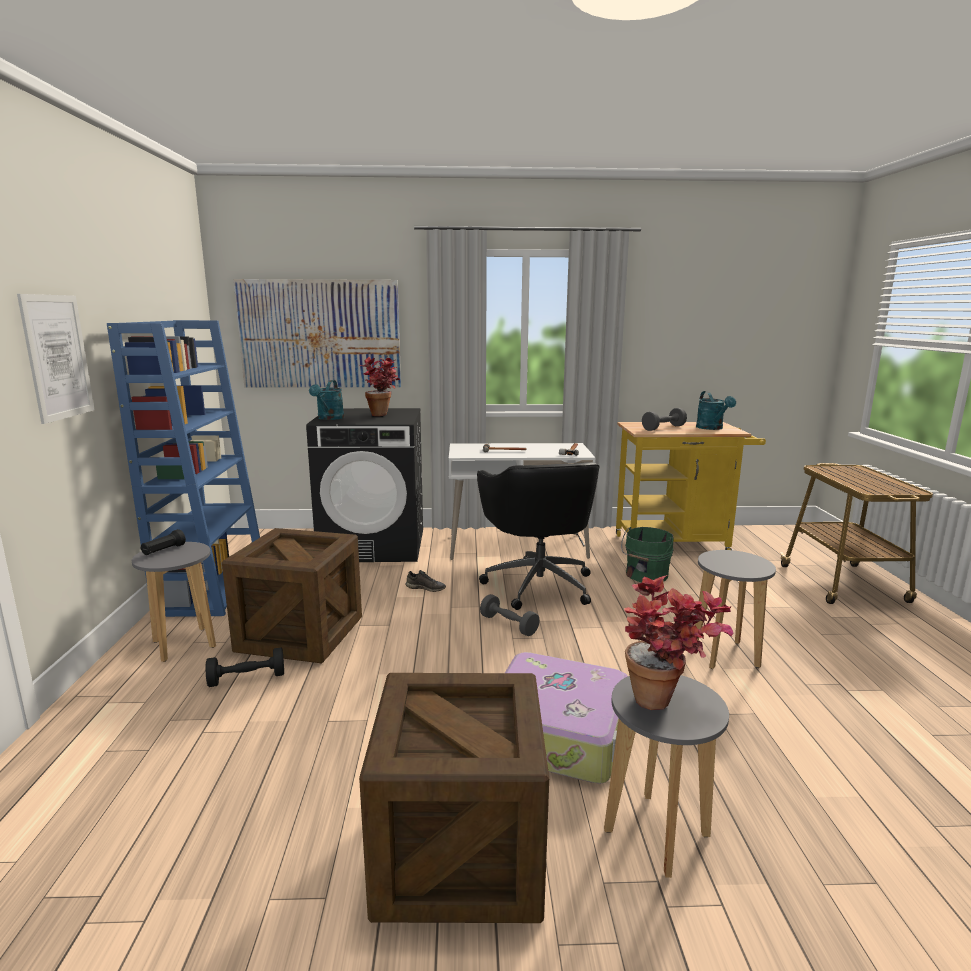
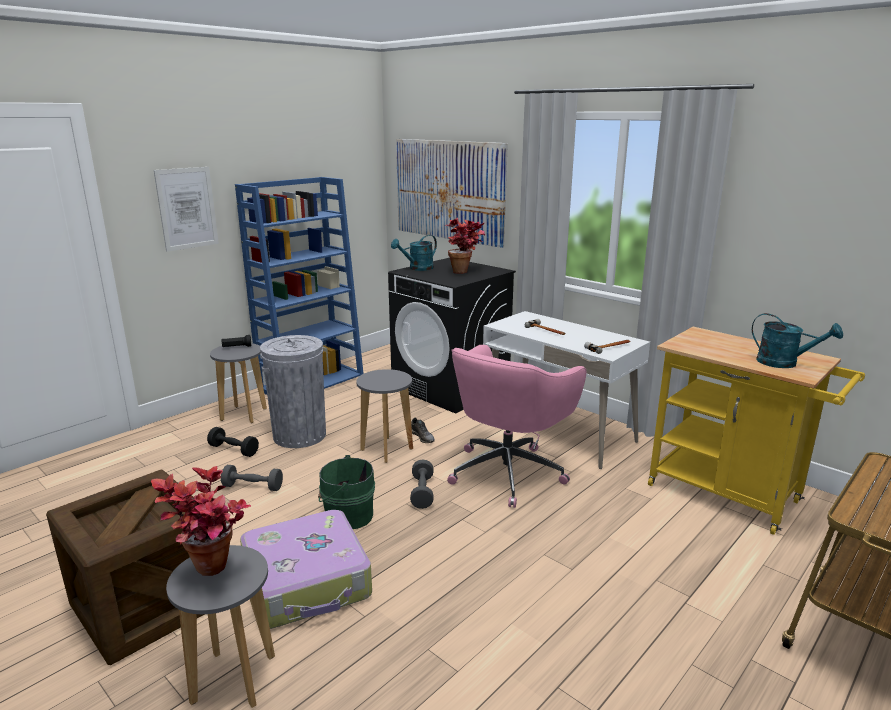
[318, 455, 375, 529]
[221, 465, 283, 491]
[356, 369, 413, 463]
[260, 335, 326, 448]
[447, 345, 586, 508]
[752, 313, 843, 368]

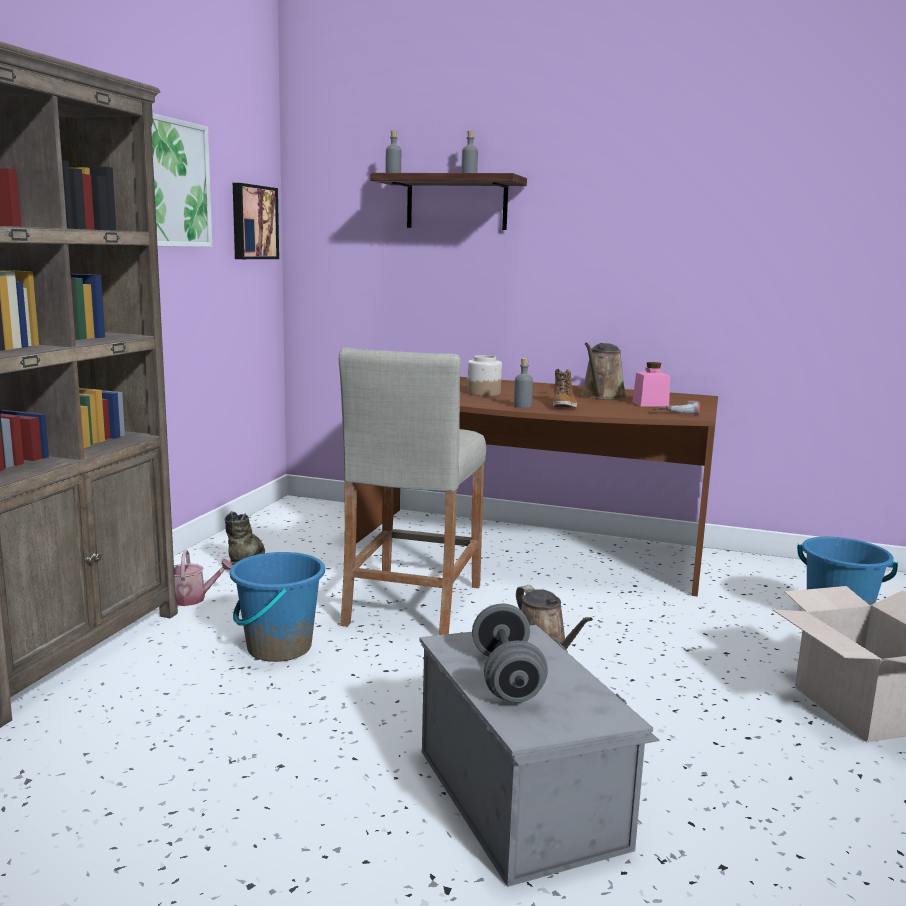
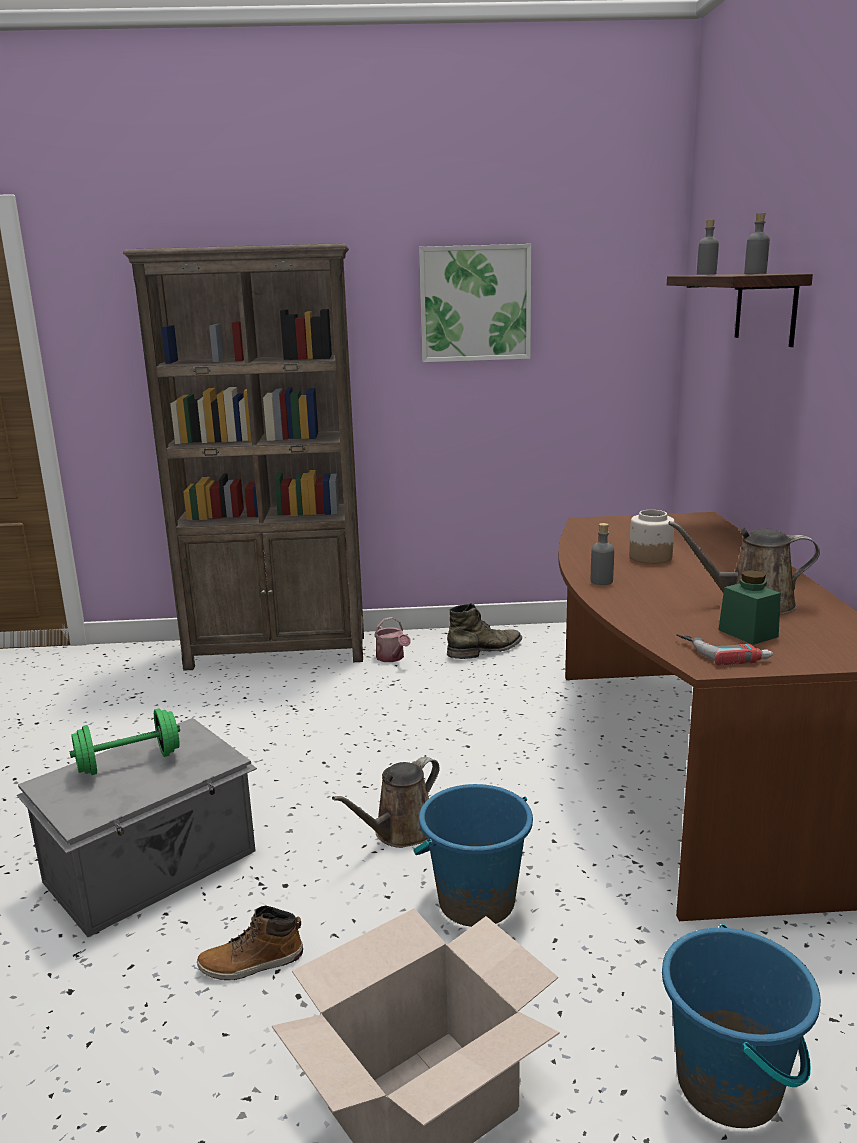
[233, 183, 279, 259] (first image)
[339, 347, 486, 635] (first image)
[413, 784, 533, 927]
[197, 906, 303, 980]
[70, 709, 180, 775]
[718, 570, 781, 645]

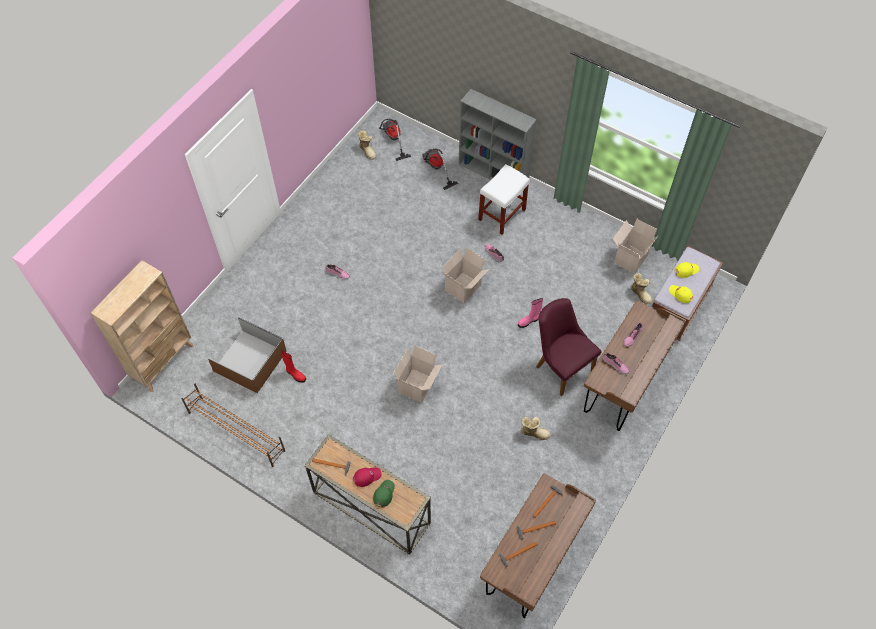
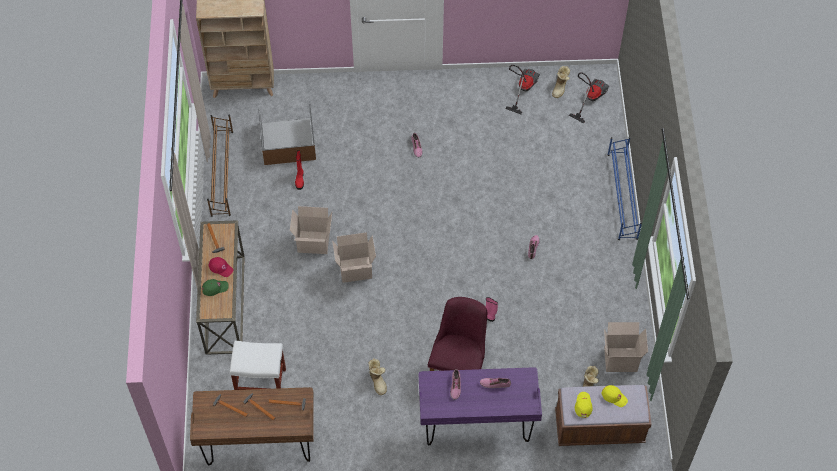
[505, 65, 540, 114]
[290, 206, 332, 254]
[230, 341, 286, 390]
[608, 137, 642, 240]
[419, 367, 542, 445]

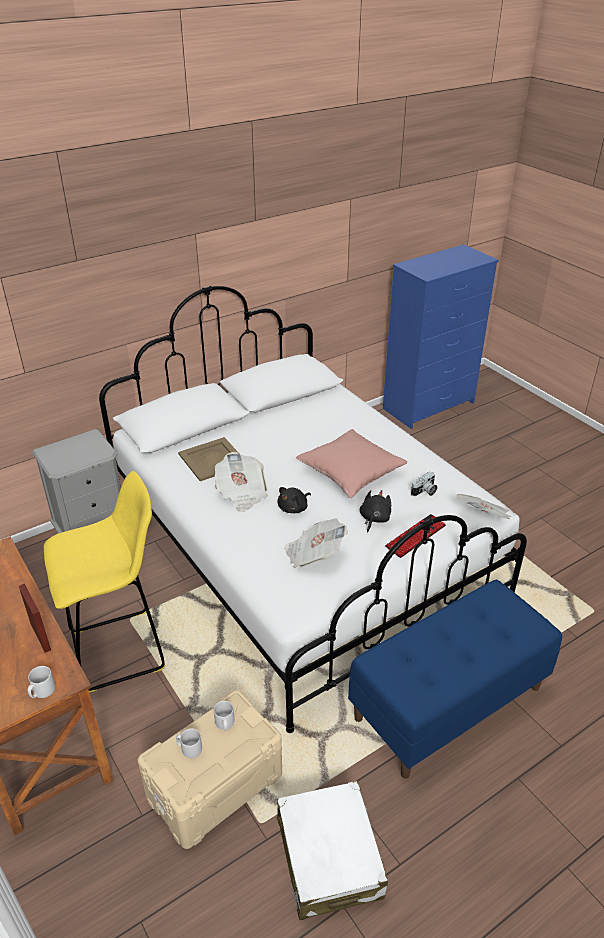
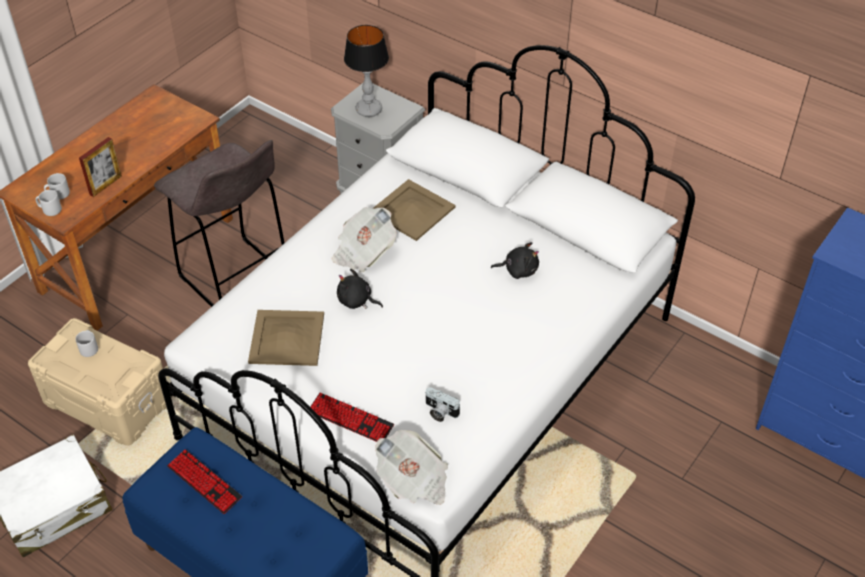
[296, 429, 407, 498] (first image)
[167, 449, 242, 514]
[344, 25, 389, 117]
[44, 173, 70, 199]
[491, 242, 539, 279]
[248, 310, 324, 366]
[154, 140, 284, 307]

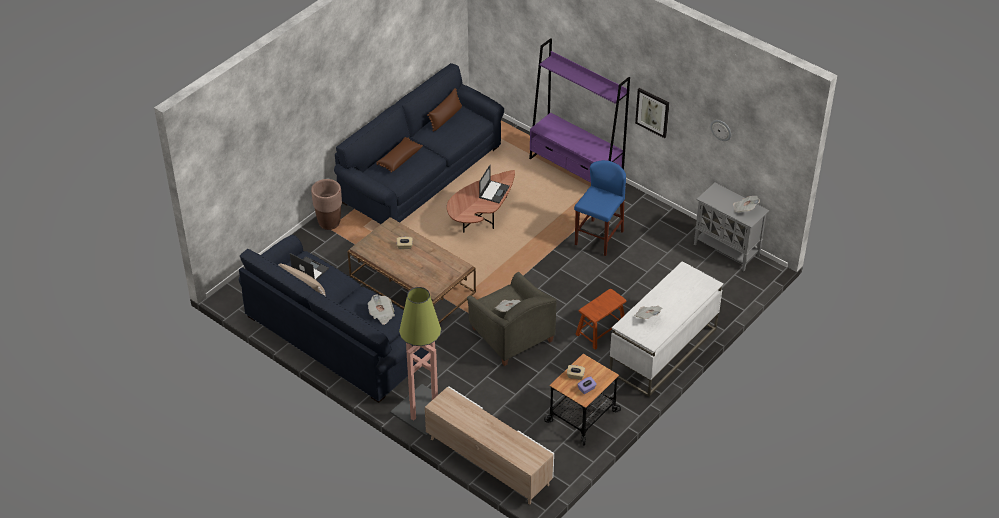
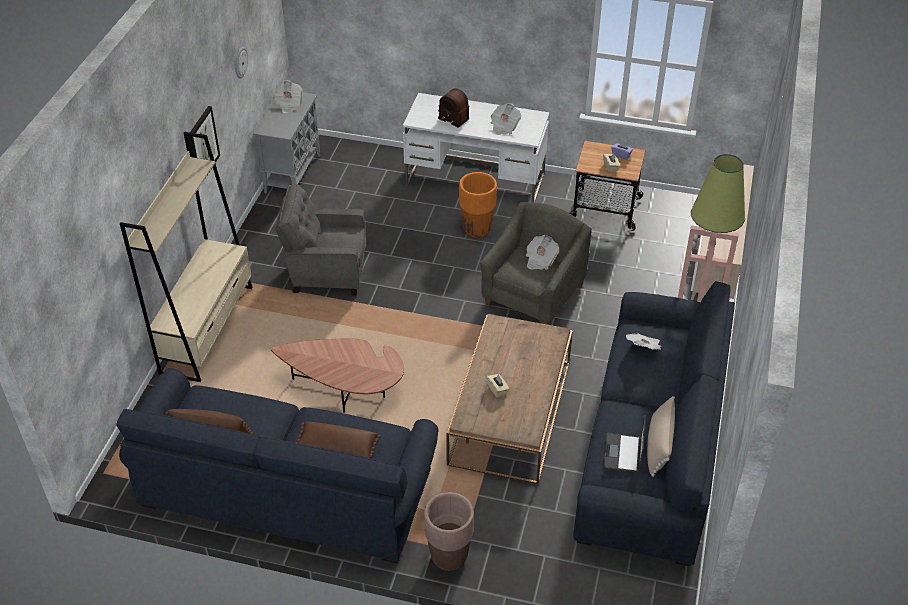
[479, 165, 510, 203] (first image)
[438, 88, 470, 128]
[275, 184, 366, 296]
[459, 172, 497, 238]
[120, 132, 253, 382]

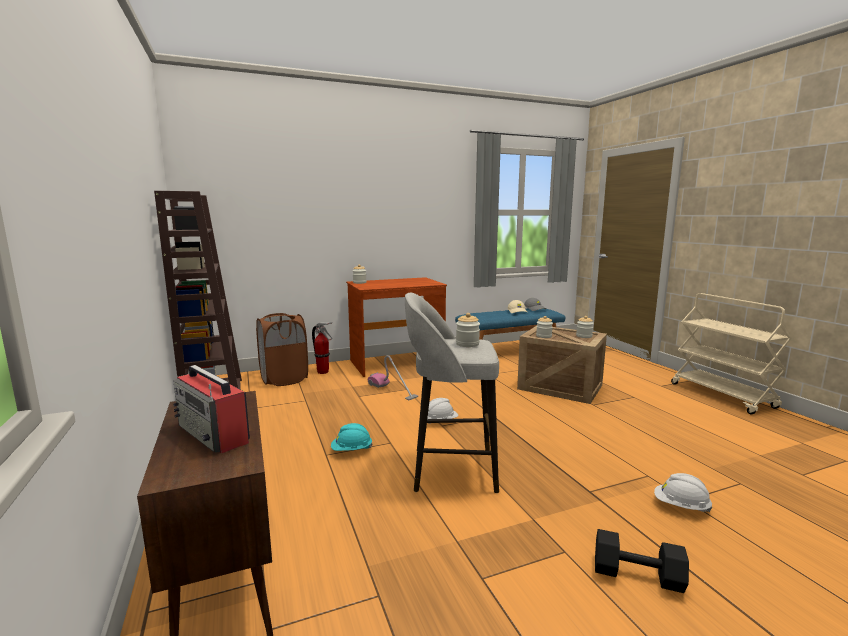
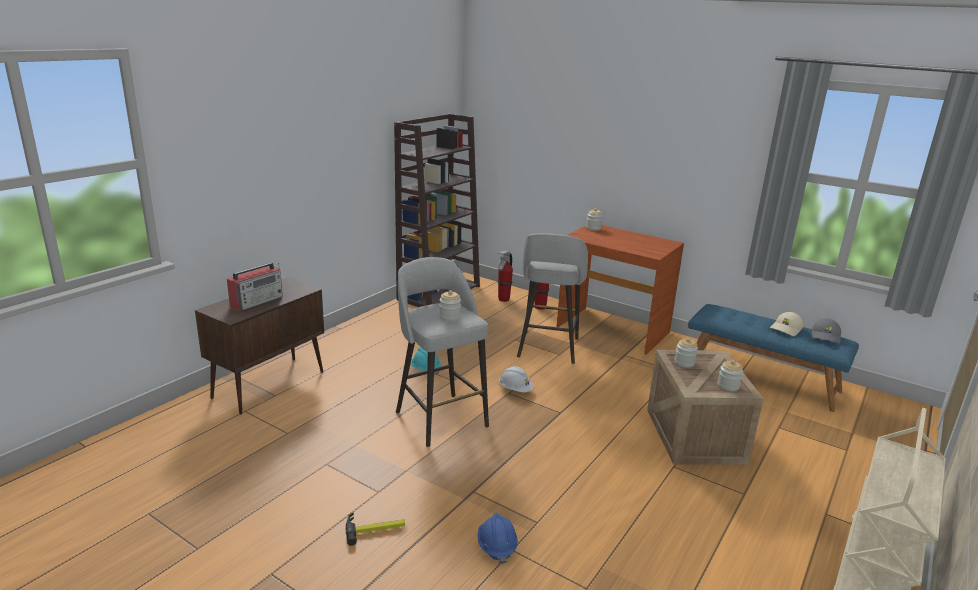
[497, 251, 513, 302]
[517, 233, 588, 364]
[345, 512, 405, 546]
[478, 513, 518, 564]
[227, 262, 283, 311]

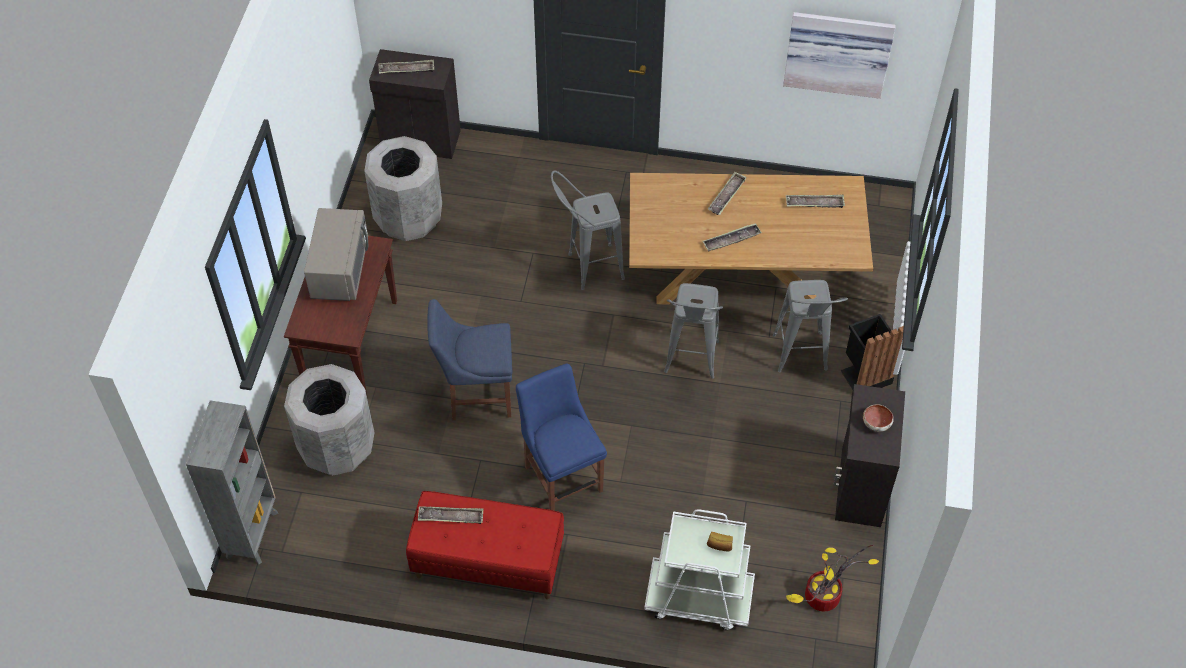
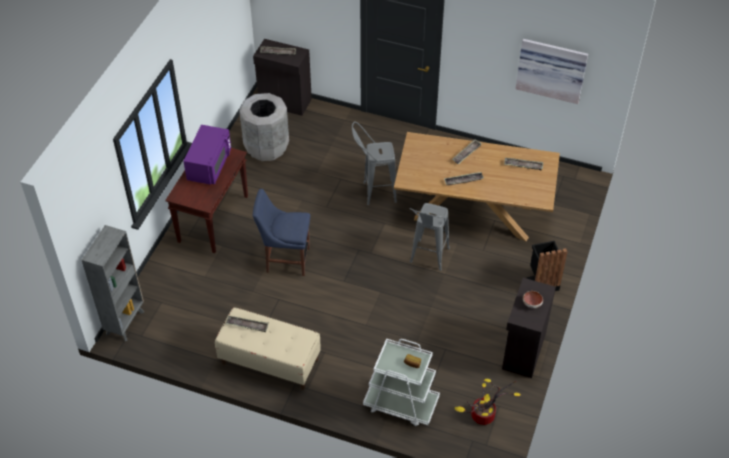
[284, 364, 375, 476] (first image)
[516, 364, 607, 511] (first image)
[773, 280, 848, 373] (first image)
[183, 125, 231, 185]
[215, 307, 321, 390]

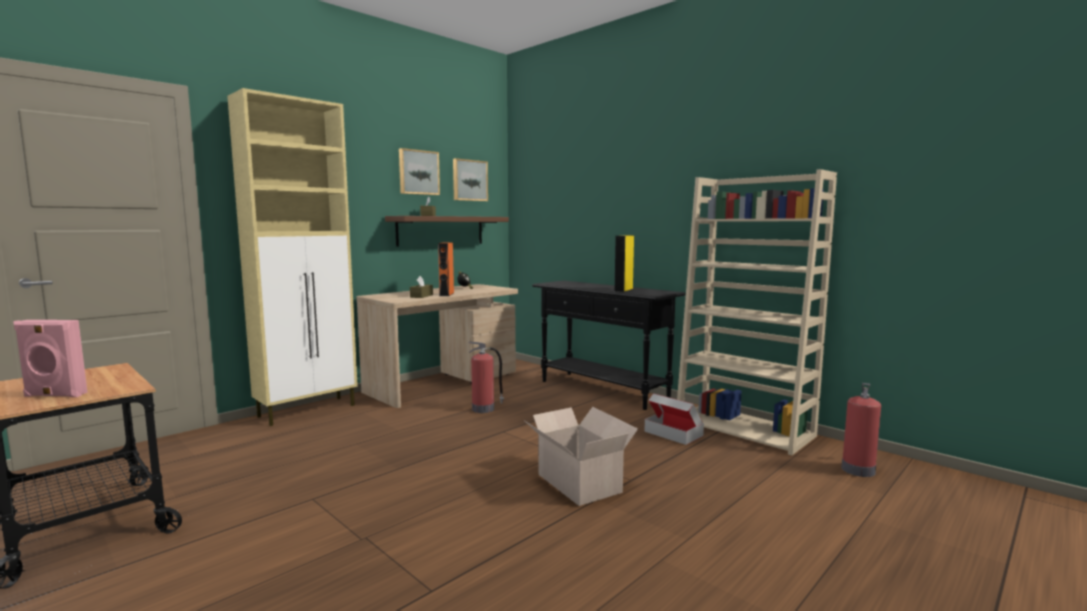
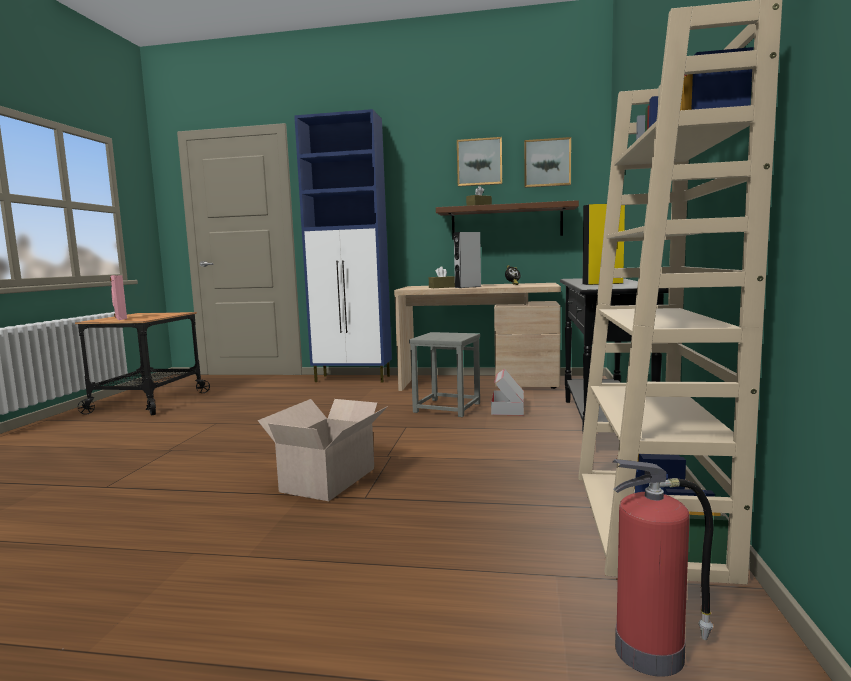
[491, 369, 524, 415]
[409, 332, 480, 417]
[294, 109, 392, 383]
[454, 232, 481, 288]

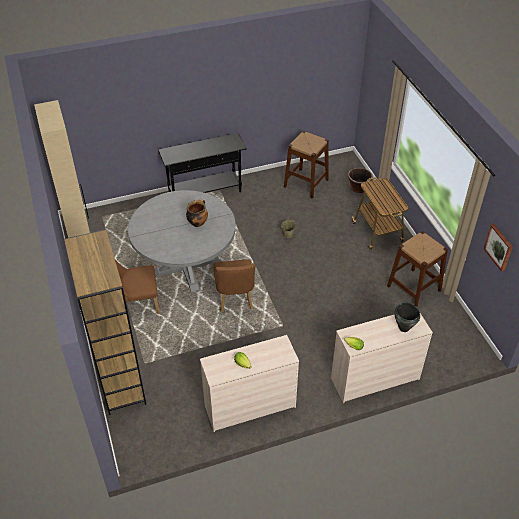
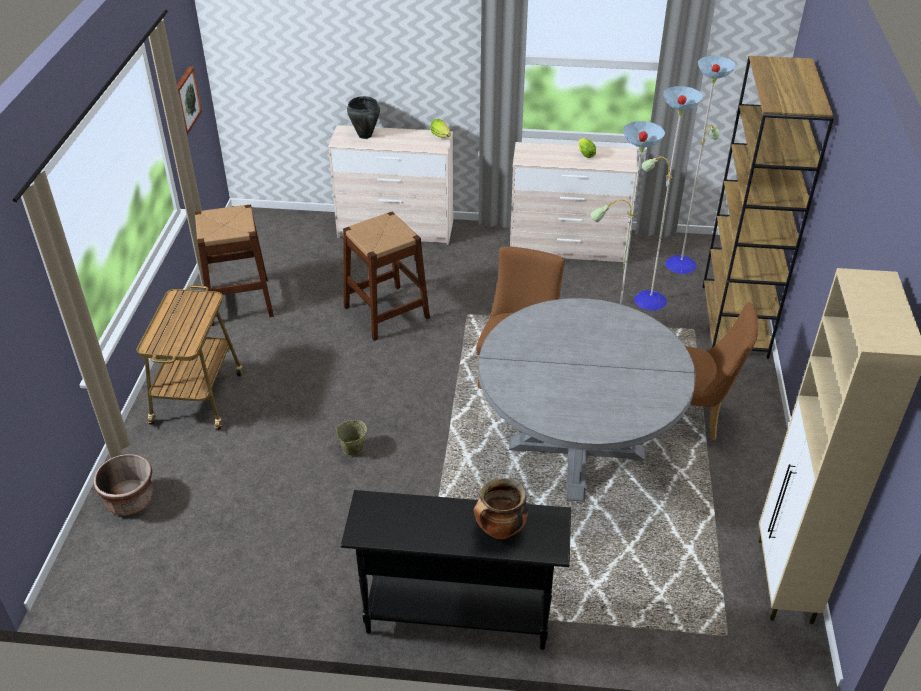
[590, 56, 736, 310]
[473, 479, 528, 539]
[343, 212, 430, 341]

